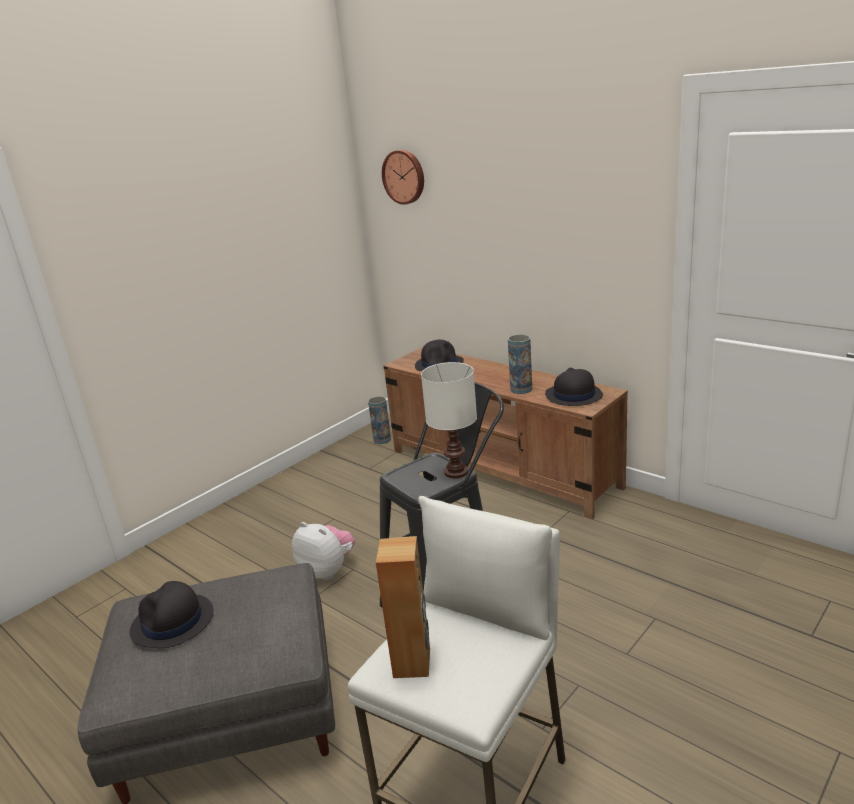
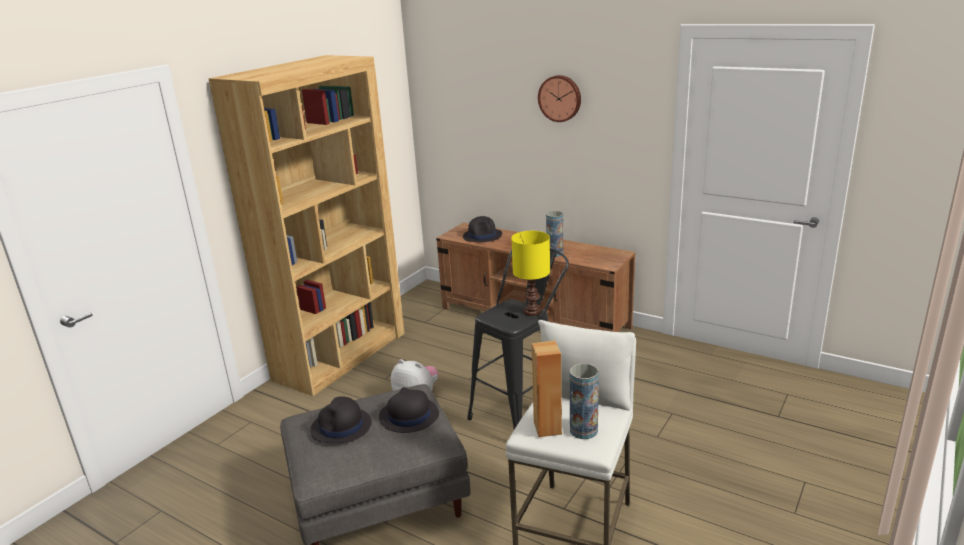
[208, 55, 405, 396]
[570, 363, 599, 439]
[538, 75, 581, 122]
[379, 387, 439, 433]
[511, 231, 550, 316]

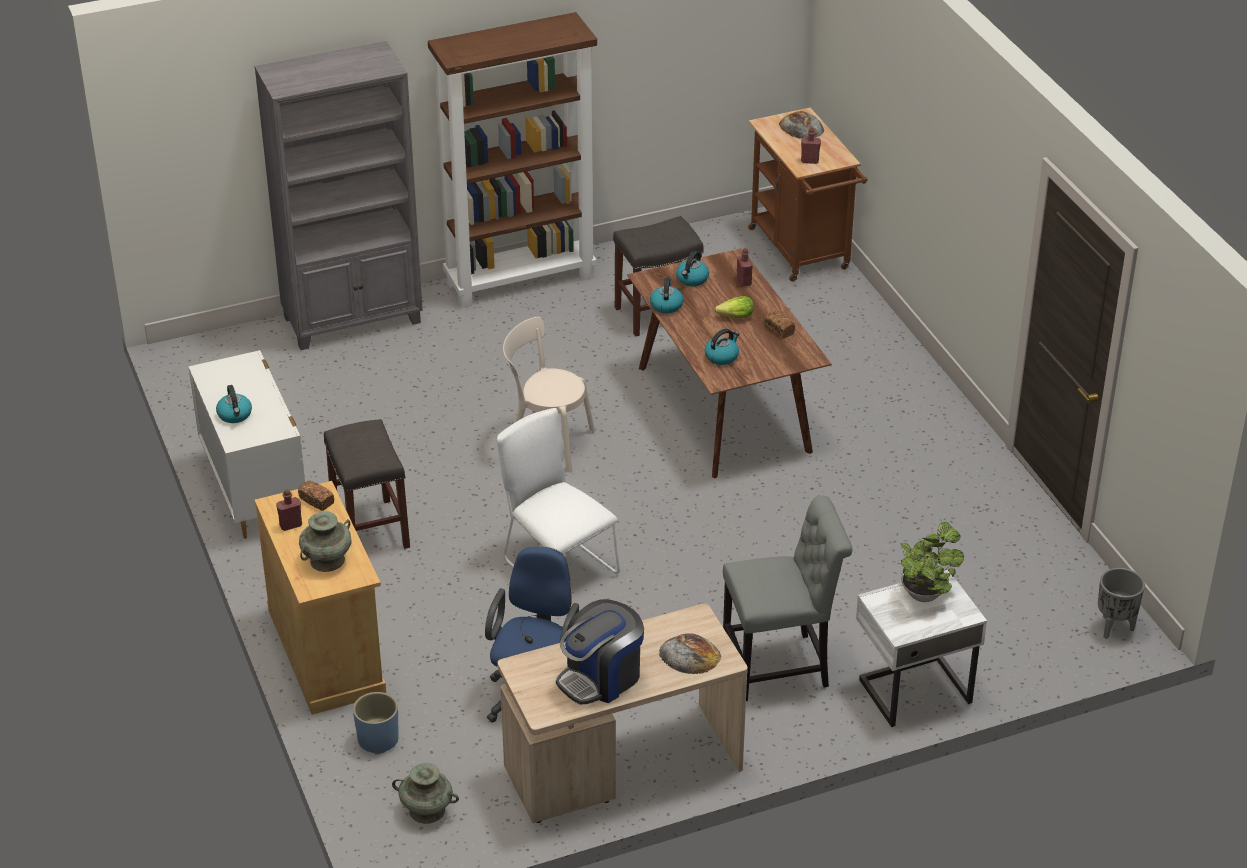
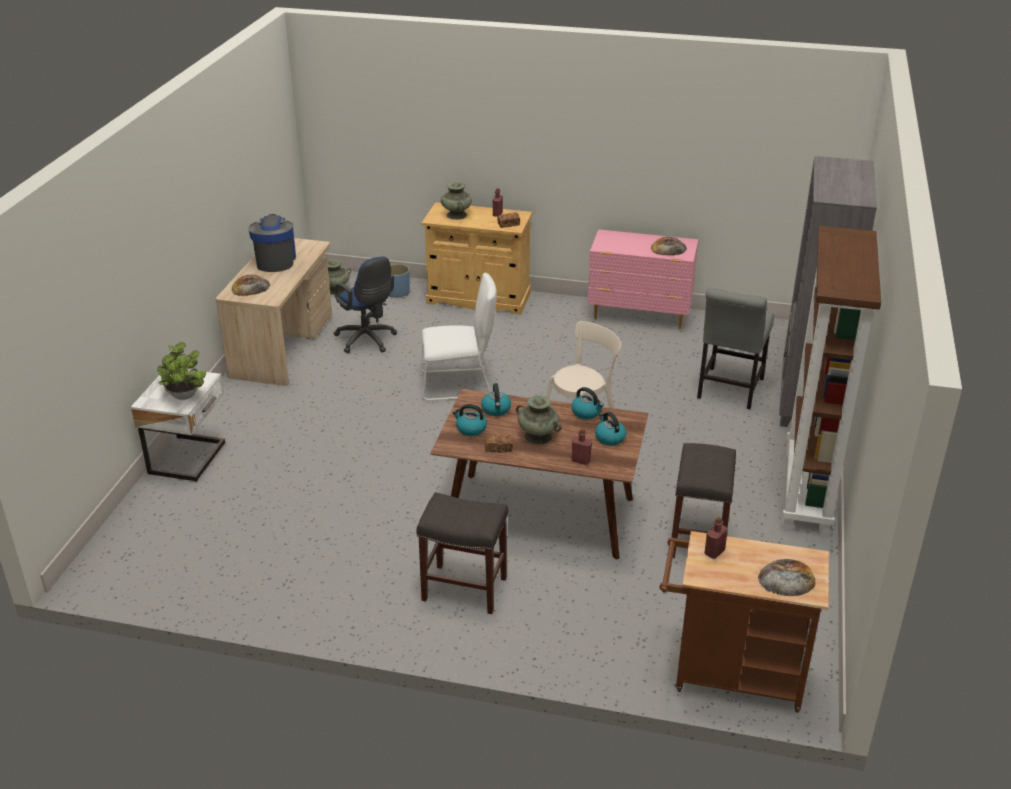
[1098, 568, 1145, 639] (first image)
[651, 237, 687, 255]
[452, 404, 487, 436]
[416, 492, 508, 614]
[697, 288, 774, 409]
[516, 396, 561, 445]
[588, 229, 698, 329]

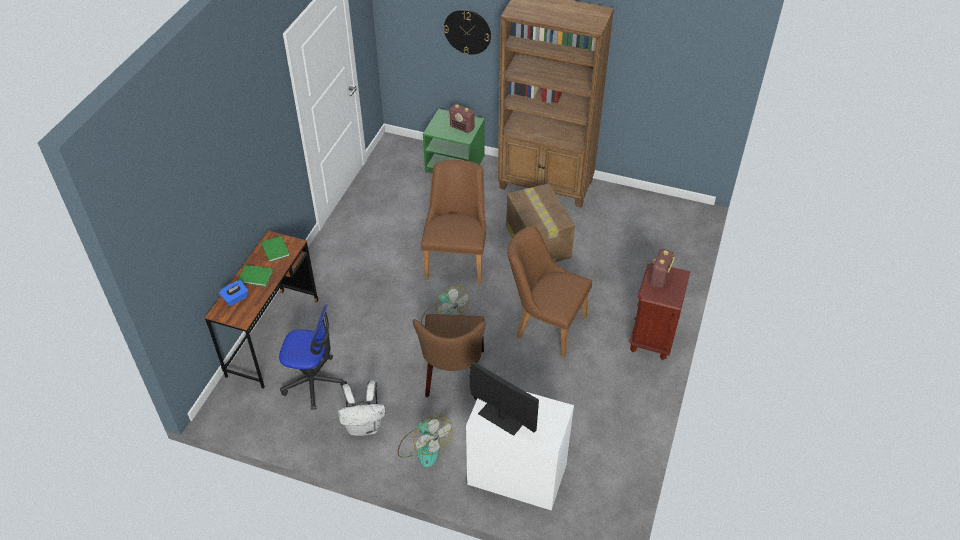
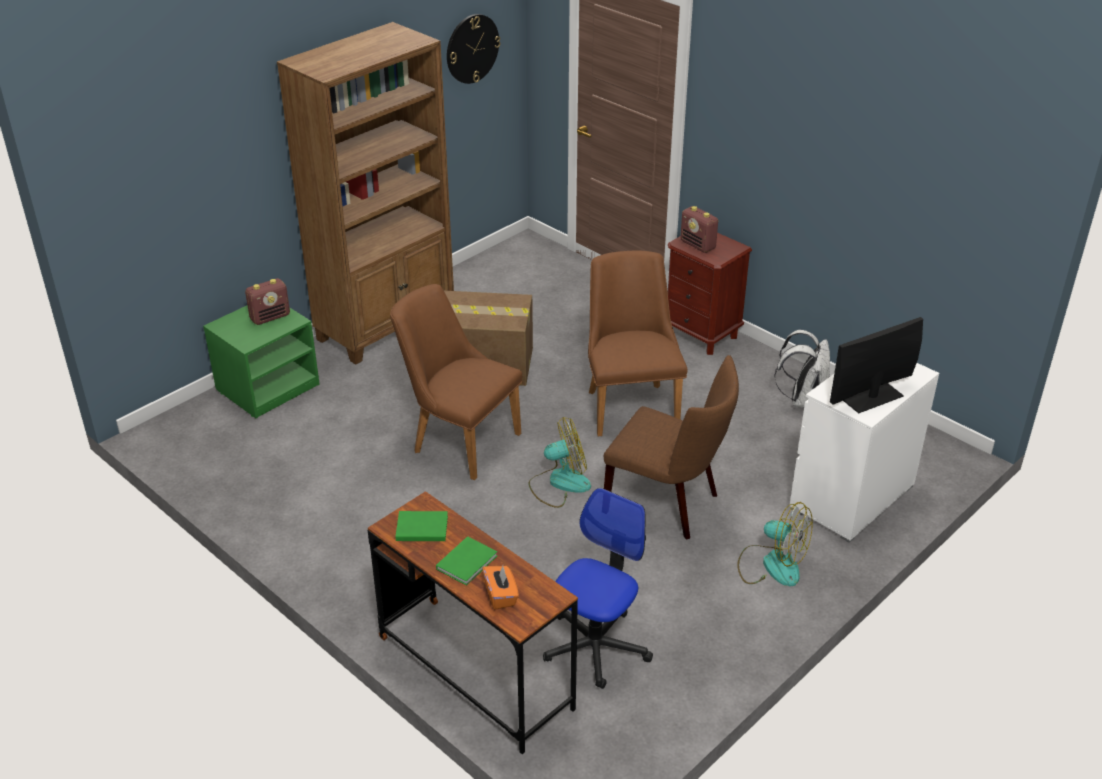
[774, 330, 830, 408]
[447, 14, 501, 84]
[482, 566, 519, 610]
[737, 502, 813, 586]
[588, 250, 688, 436]

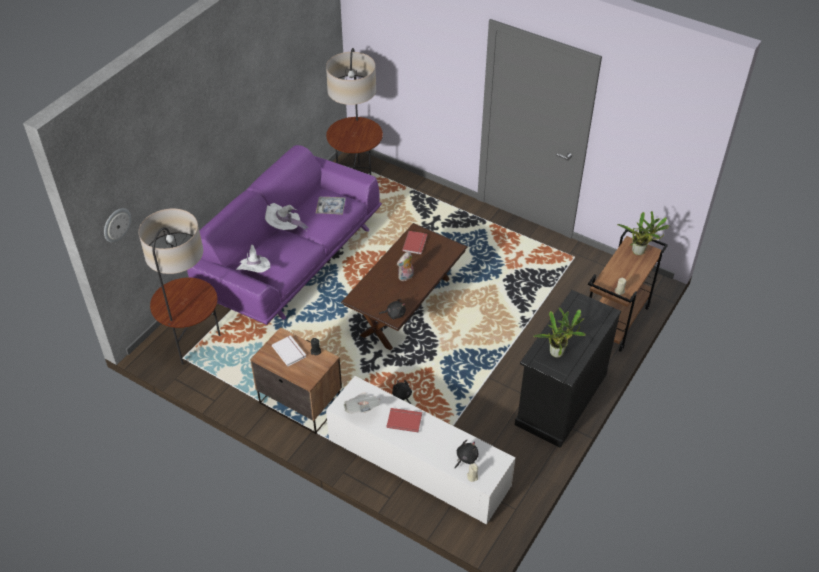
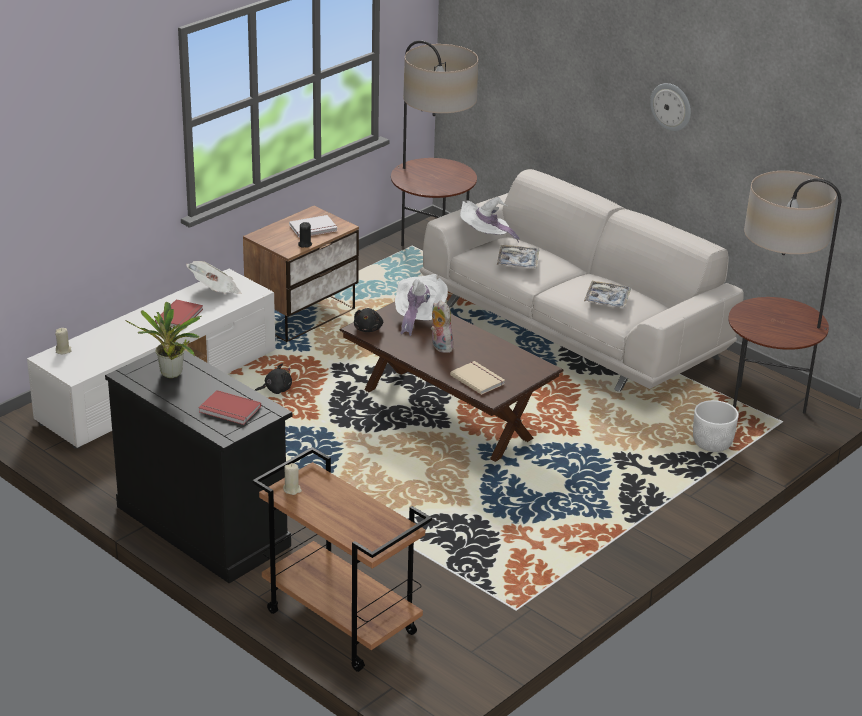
[455, 440, 478, 468] (first image)
[617, 211, 669, 255] (first image)
[450, 361, 505, 395]
[497, 245, 539, 268]
[693, 400, 739, 452]
[650, 83, 691, 131]
[395, 274, 448, 336]
[199, 390, 261, 425]
[420, 169, 744, 392]

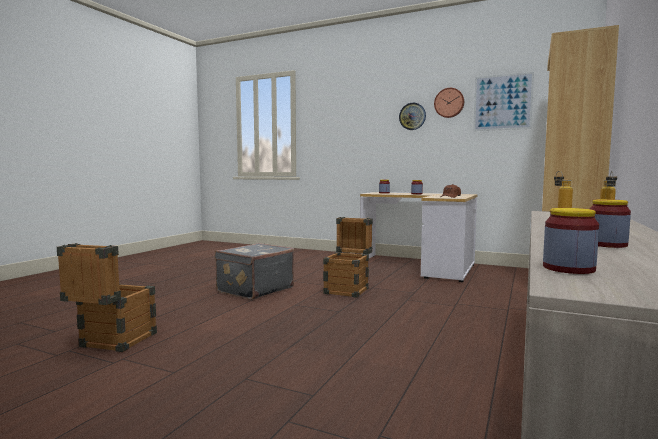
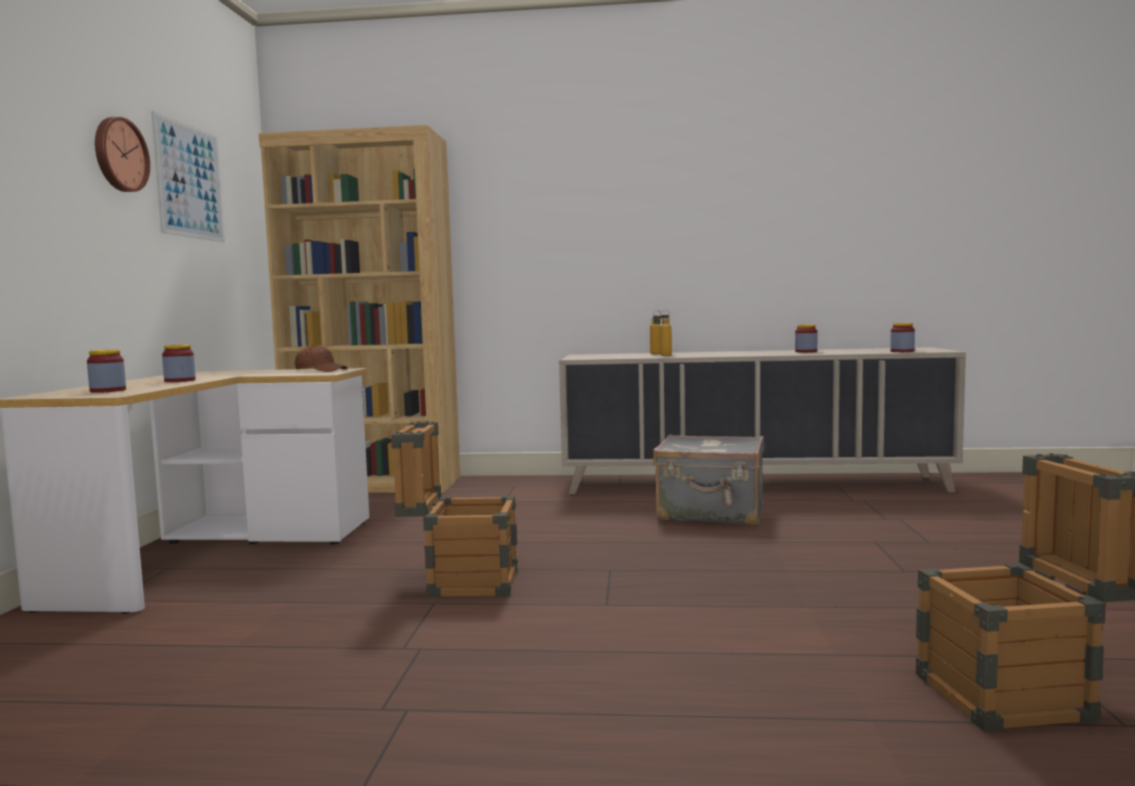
[399, 103, 426, 130] (first image)
[653, 434, 764, 525]

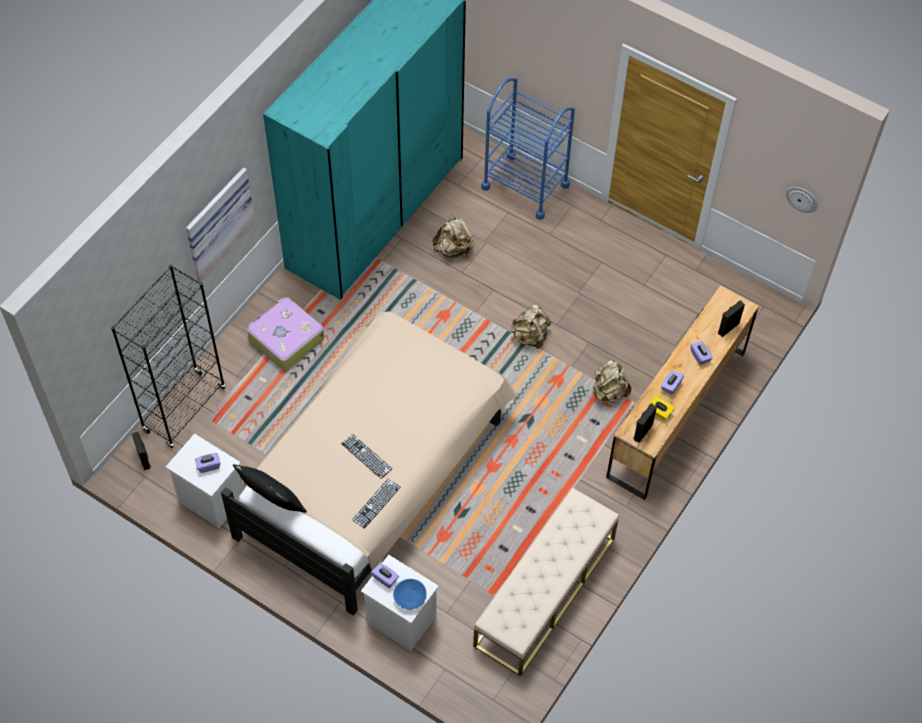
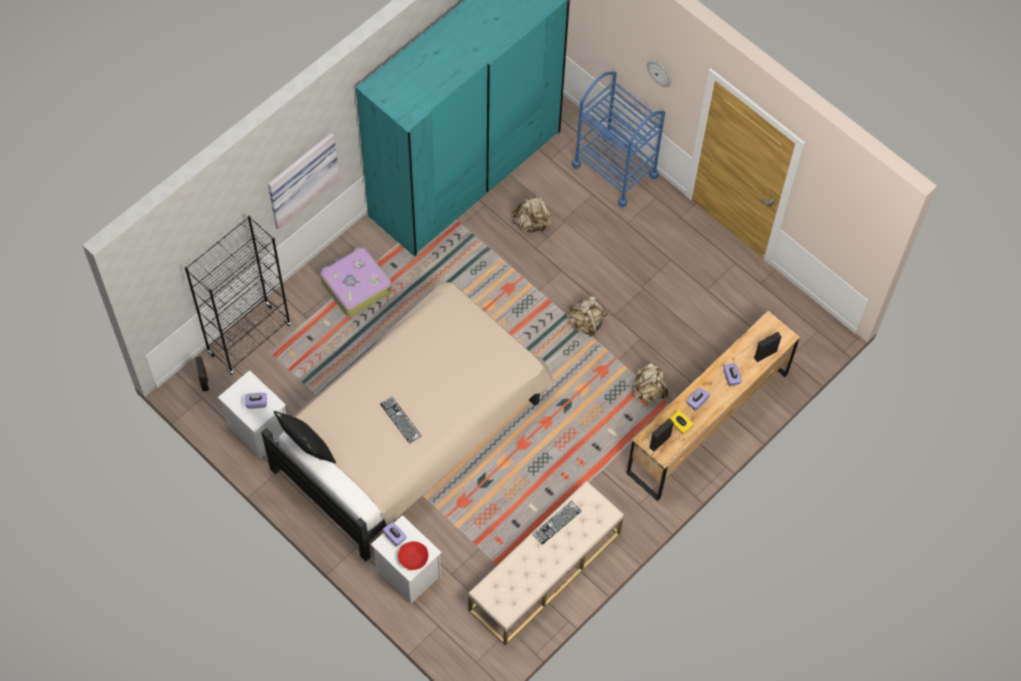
[532, 501, 581, 545]
[647, 61, 671, 87]
[398, 541, 428, 570]

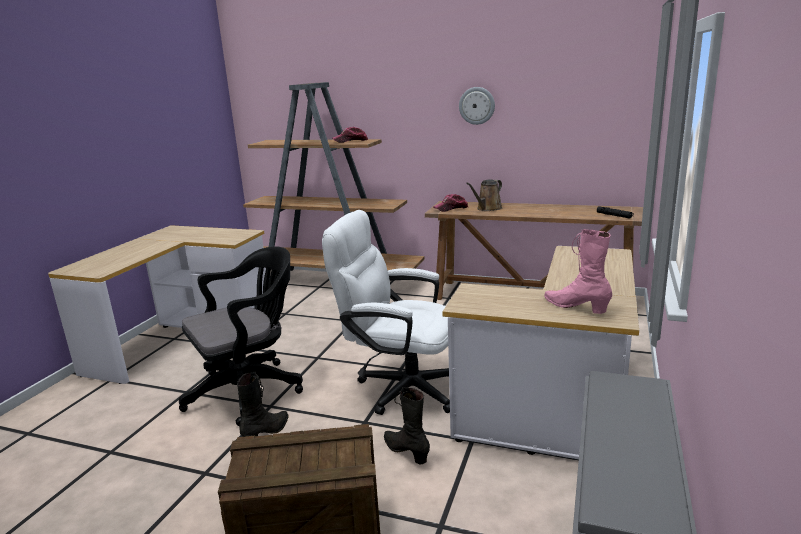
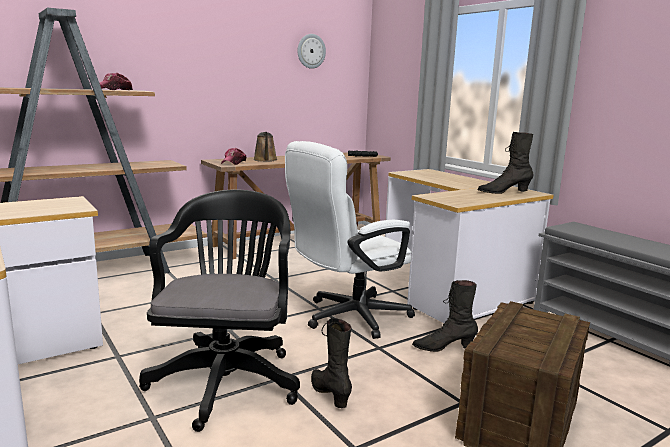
[298, 34, 326, 69]
[477, 132, 533, 194]

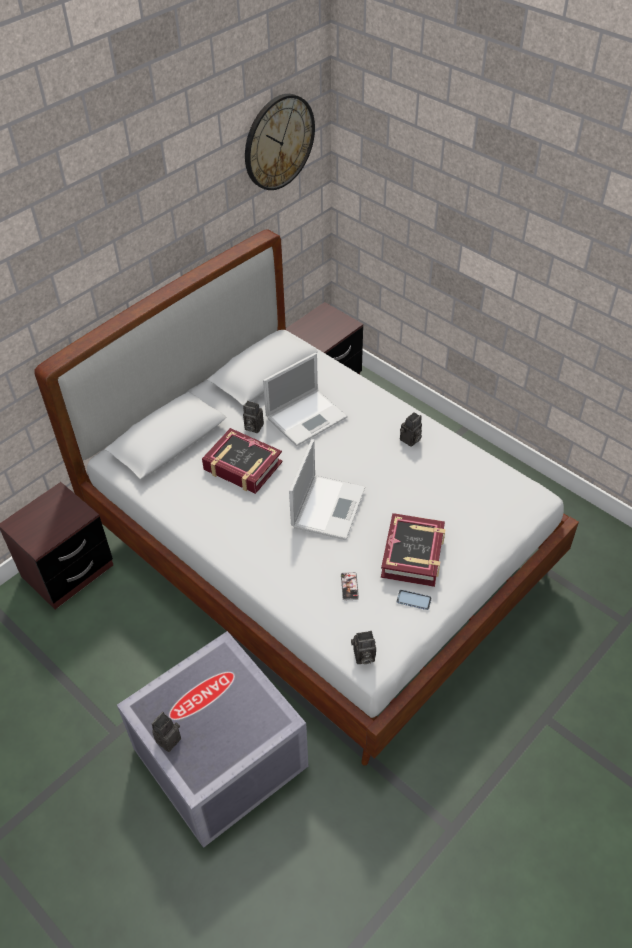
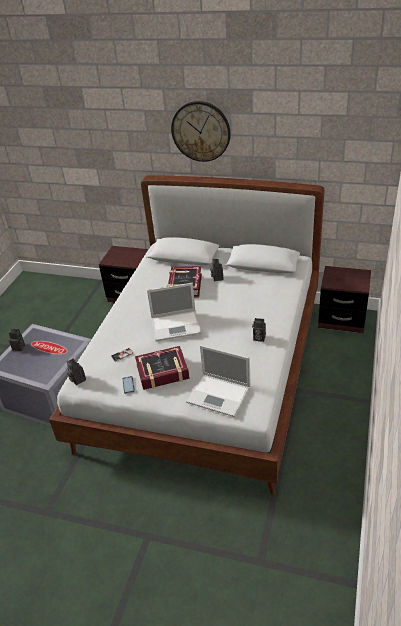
[171, 101, 231, 162]
[186, 345, 251, 417]

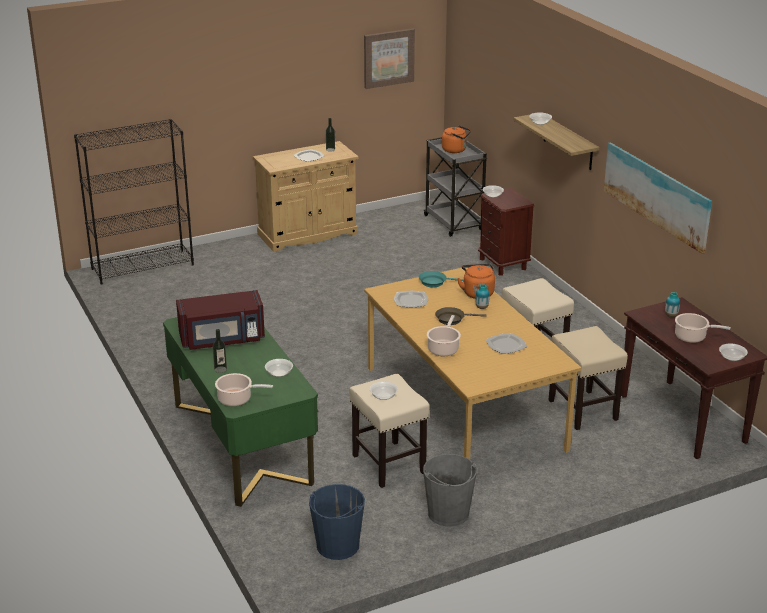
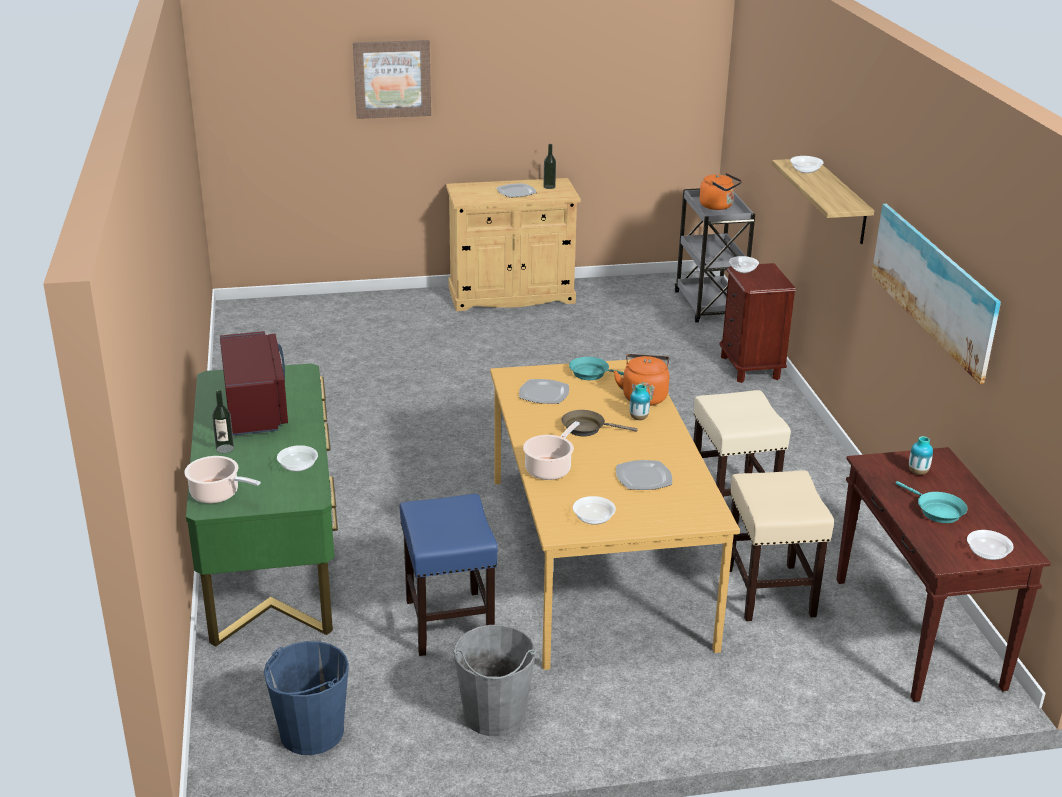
[74, 119, 194, 285] (first image)
[353, 40, 431, 119]
[573, 496, 616, 525]
[896, 481, 967, 523]
[399, 494, 498, 656]
[220, 331, 288, 436]

